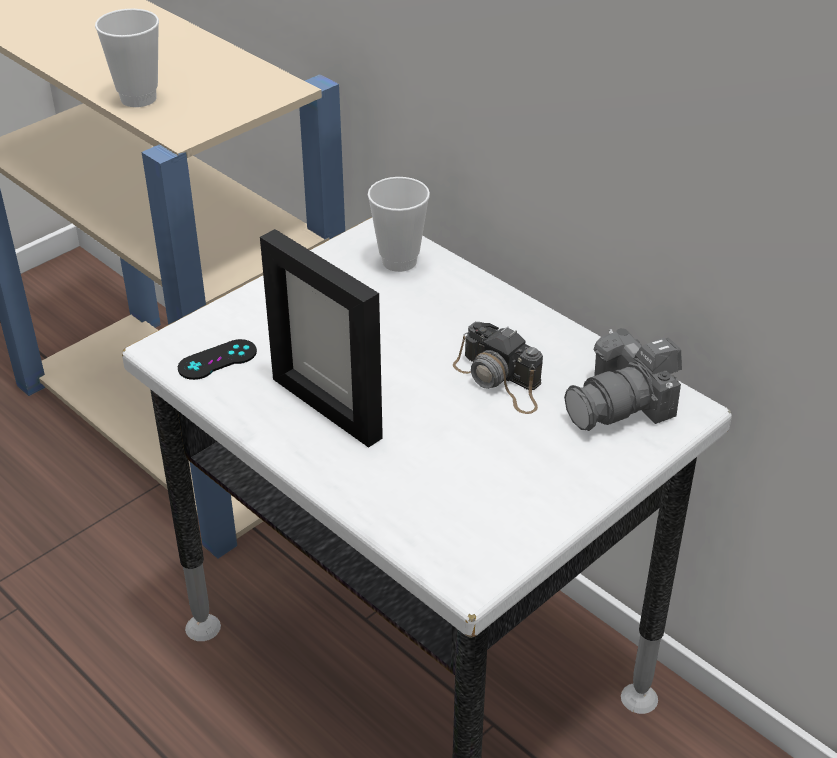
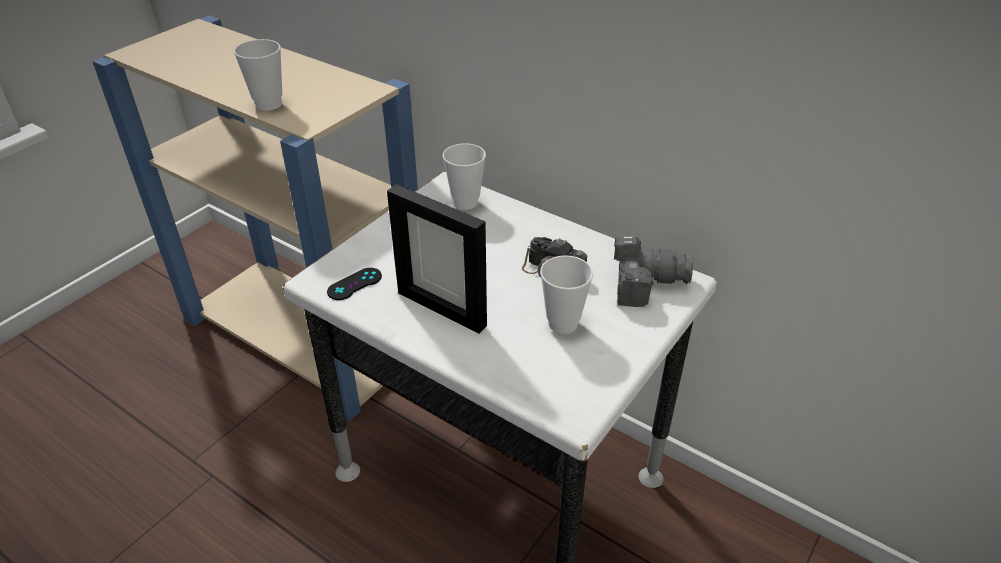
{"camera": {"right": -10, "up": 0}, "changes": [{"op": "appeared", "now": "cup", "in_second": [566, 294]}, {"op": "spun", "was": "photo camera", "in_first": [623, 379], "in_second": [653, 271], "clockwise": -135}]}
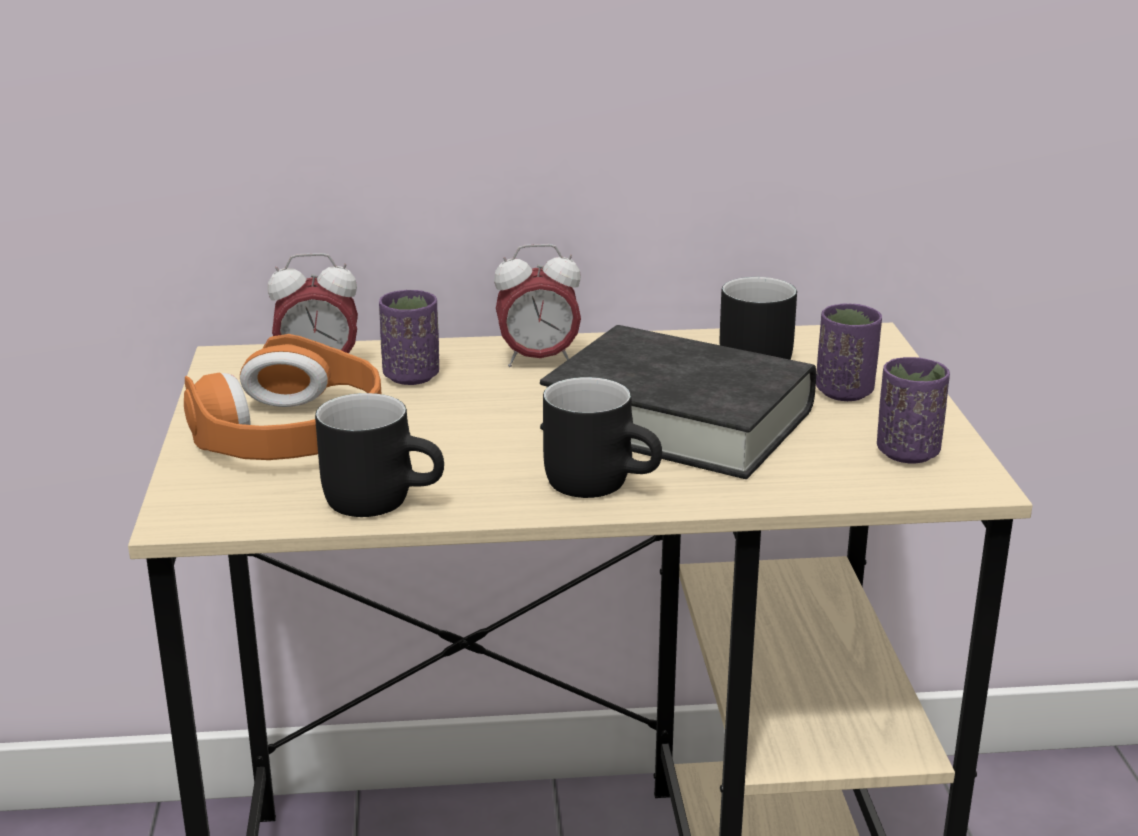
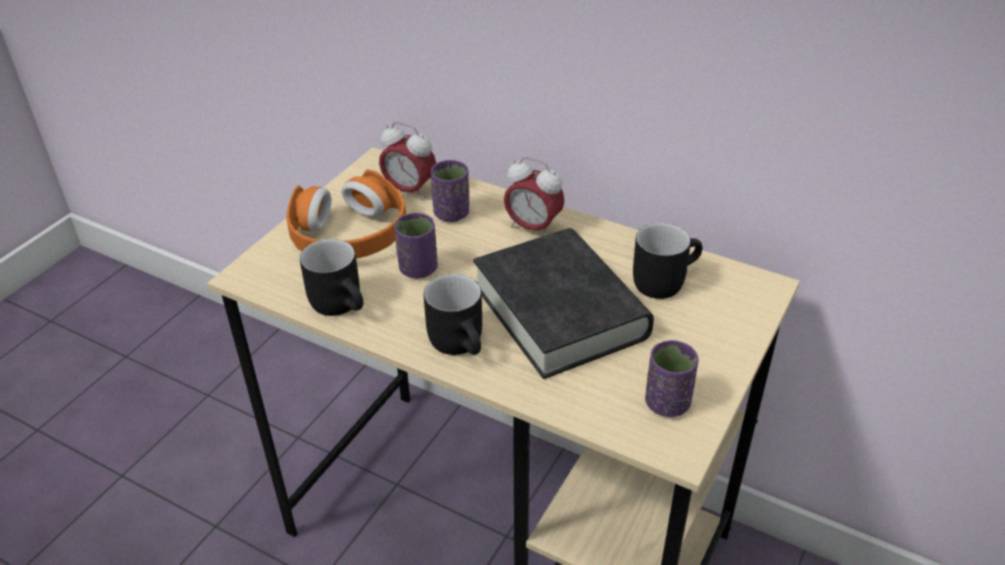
{"camera": {"right": 35, "up": 15}, "changes": [{"op": "relocated", "was": "cup/purple", "in_first": [849, 352], "in_second": [416, 245]}]}
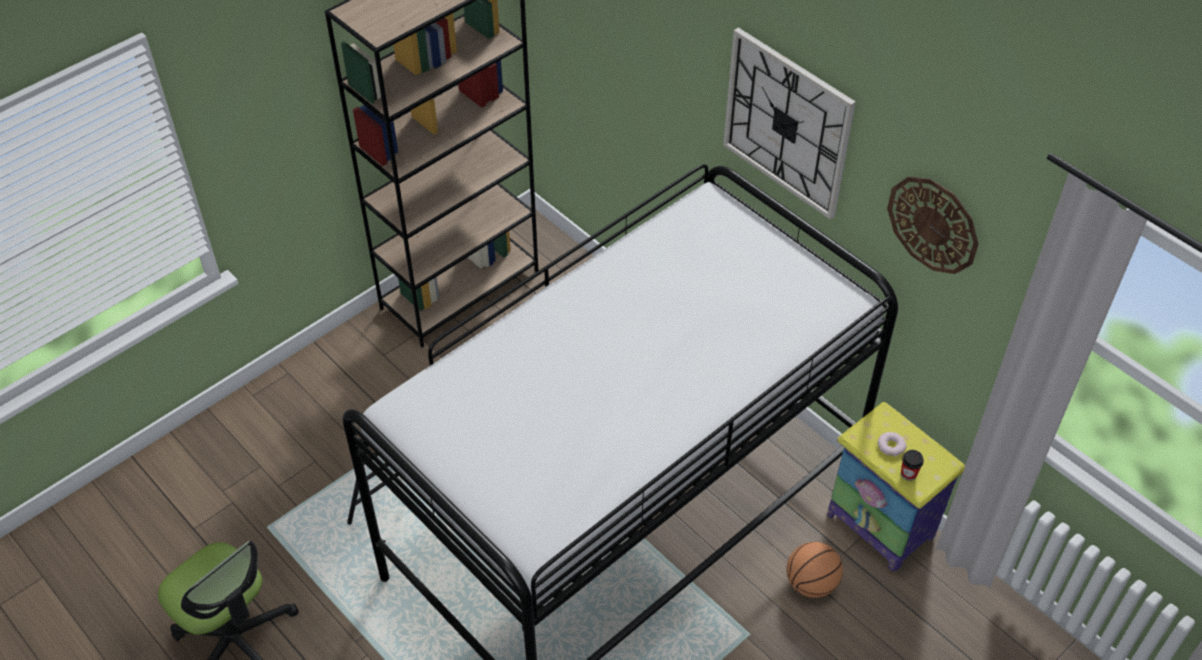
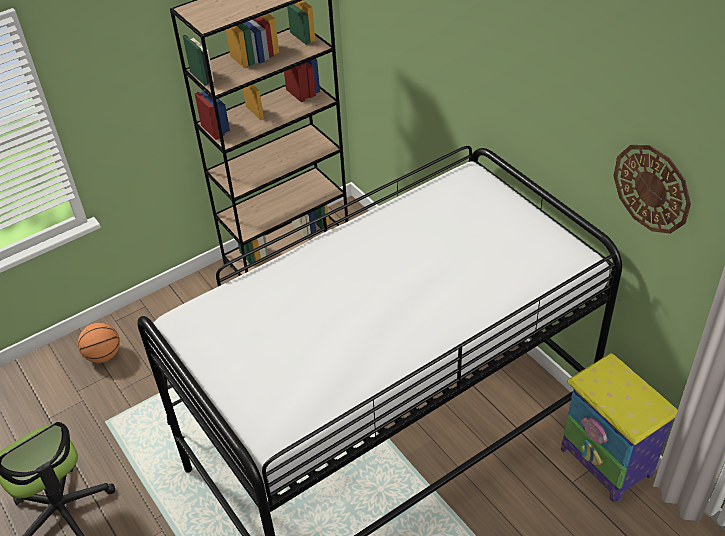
{"camera": {"right": 10, "up": -5}, "changes": [{"op": "missing", "was": "wall clock", "in_first": [789, 123]}, {"op": "missing", "was": "donut", "in_first": [891, 444]}, {"op": "missing", "was": "cup", "in_first": [912, 465]}, {"op": "relocated", "was": "basketball", "in_first": [815, 570], "in_second": [99, 343]}]}
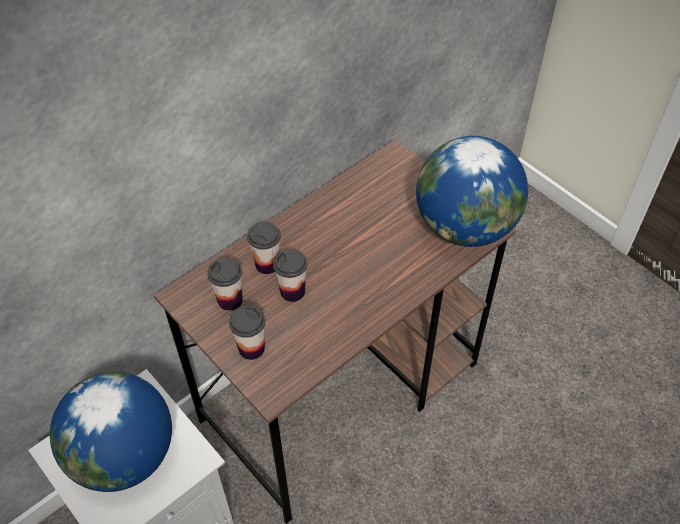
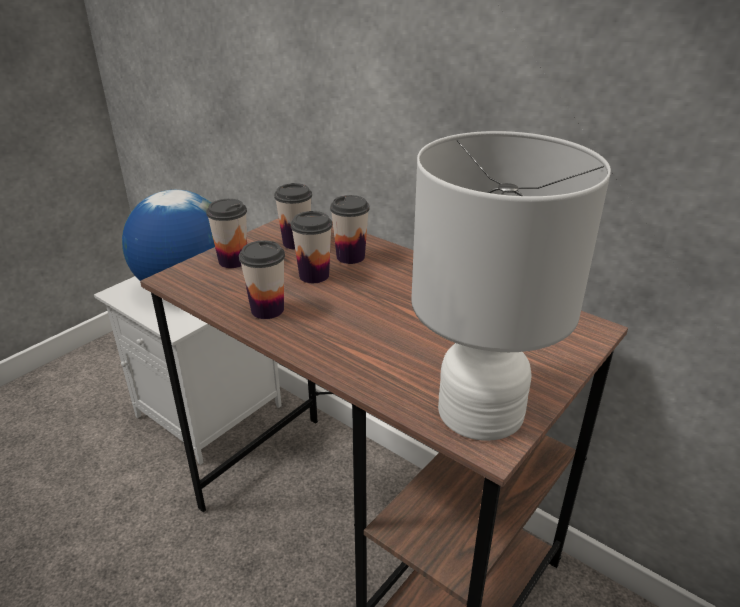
{"camera": {"right": 80, "up": -20}, "changes": [{"op": "appeared", "now": "cup", "in_second": [262, 279]}, {"op": "exchanged", "was": "globe", "now": "table lamp/grey", "in_first": [472, 191], "in_second": [511, 286]}]}
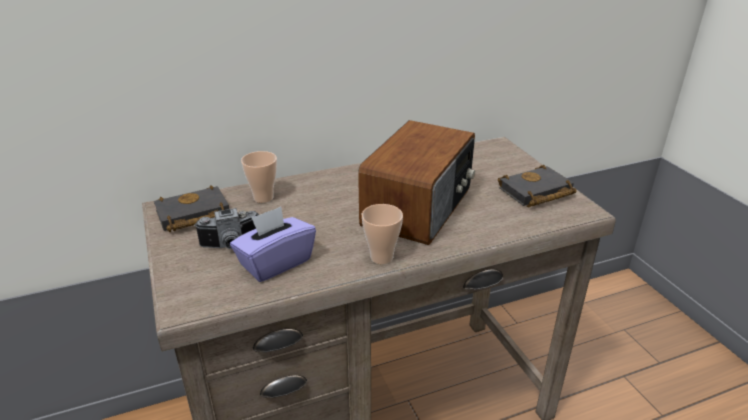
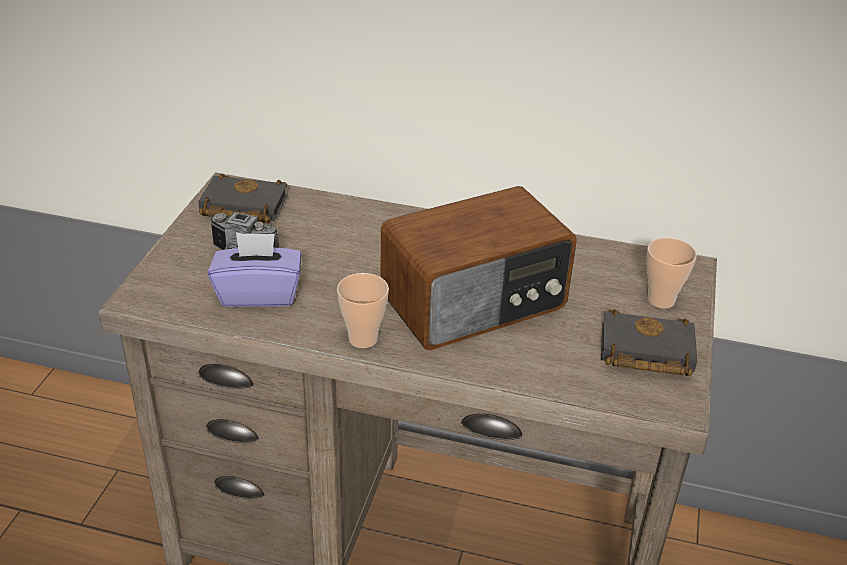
{"camera": {"right": 35, "up": 5}, "changes": [{"op": "relocated", "was": "cup", "in_first": [259, 177], "in_second": [671, 273]}]}
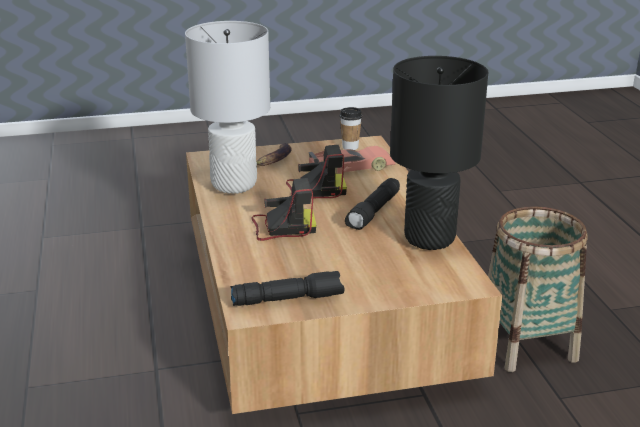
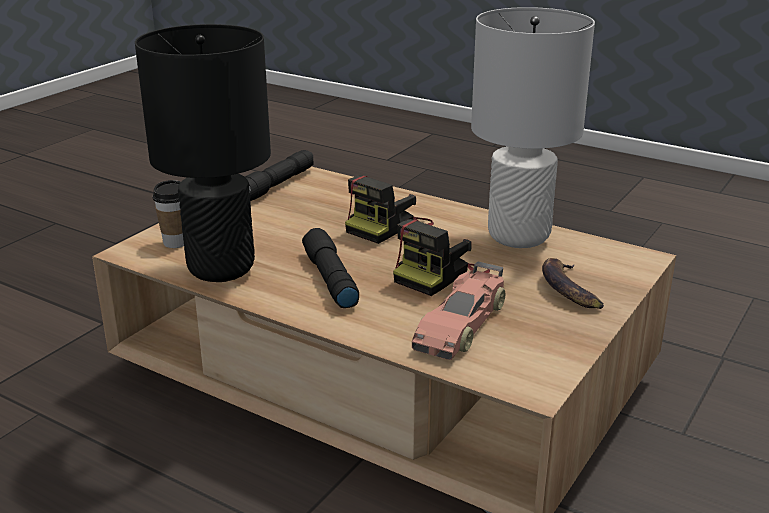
{"camera": {"right": 135, "up": 0}, "changes": [{"op": "missing", "was": "basket", "in_first": [538, 289]}, {"op": "relocated", "was": "cup", "in_first": [351, 128], "in_second": [168, 214]}]}
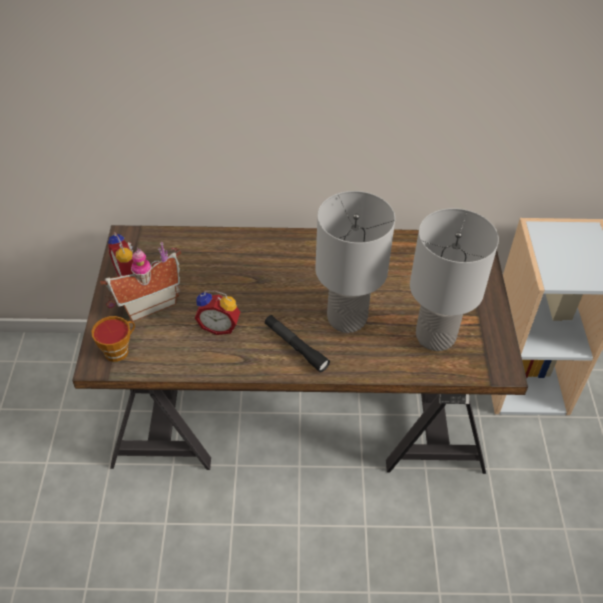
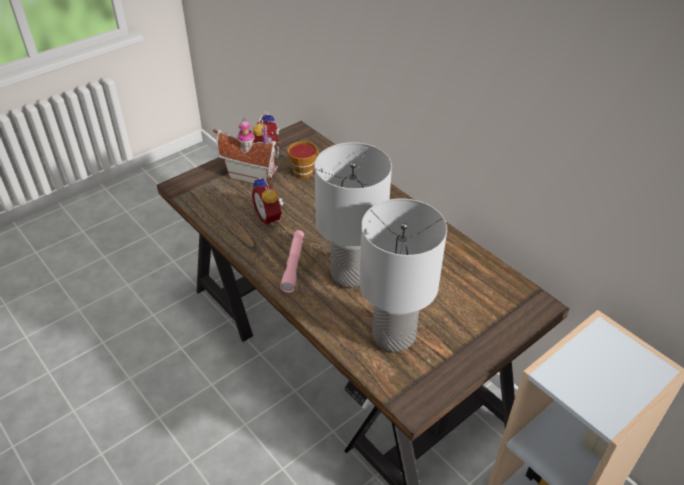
{"camera": {"right": 50, "up": -5}, "changes": [{"op": "relocated", "was": "cup", "in_first": [113, 339], "in_second": [303, 160]}, {"op": "colour", "was": "flashlight/black", "now": "flashlight/pink", "in_first": [297, 343], "in_second": [292, 261]}]}
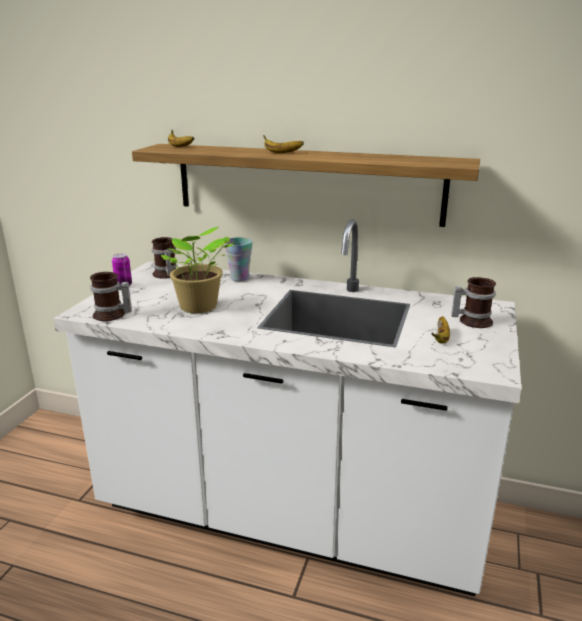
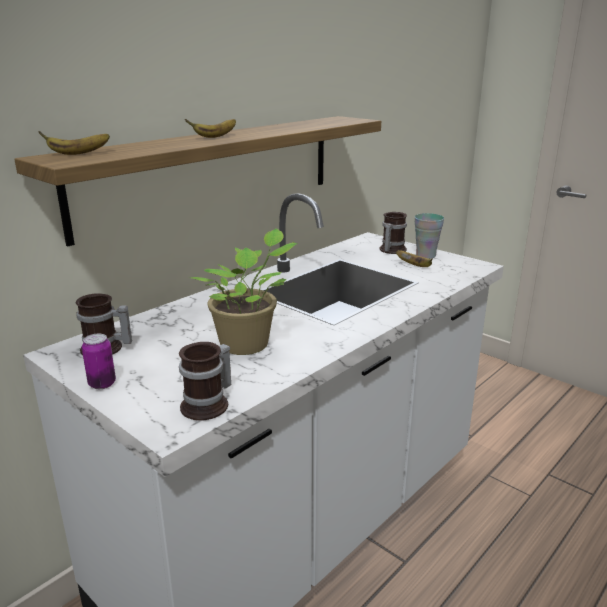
{"camera": {"right": -65, "up": 0}, "changes": [{"op": "relocated", "was": "cup", "in_first": [238, 259], "in_second": [429, 236]}]}
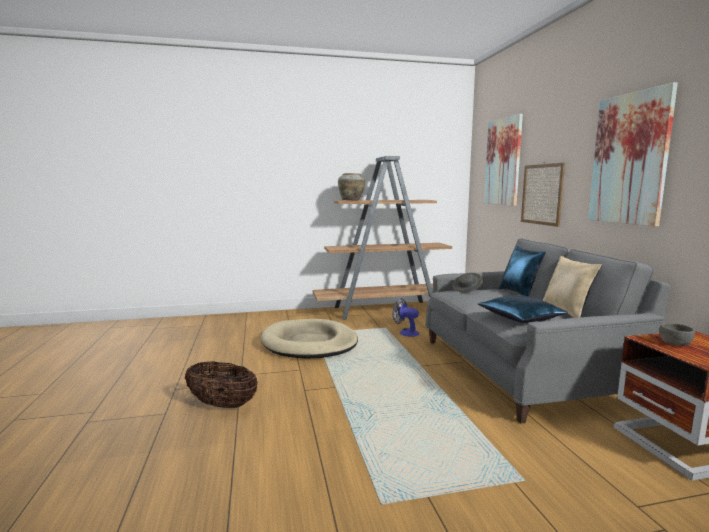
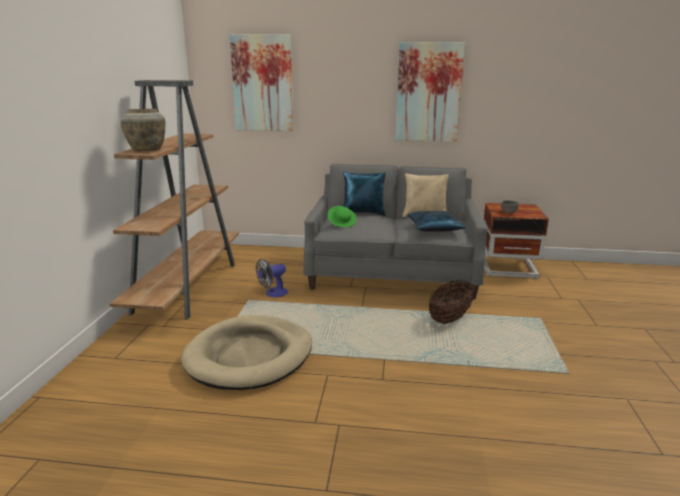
{"camera": {"right": -70, "up": 10}, "changes": [{"op": "missing", "was": "picture", "in_first": [543, 194]}, {"op": "relocated", "was": "basket", "in_first": [221, 384], "in_second": [451, 302]}, {"op": "colour", "was": "hat/grey", "now": "hat/green", "in_first": [467, 283], "in_second": [342, 217]}]}
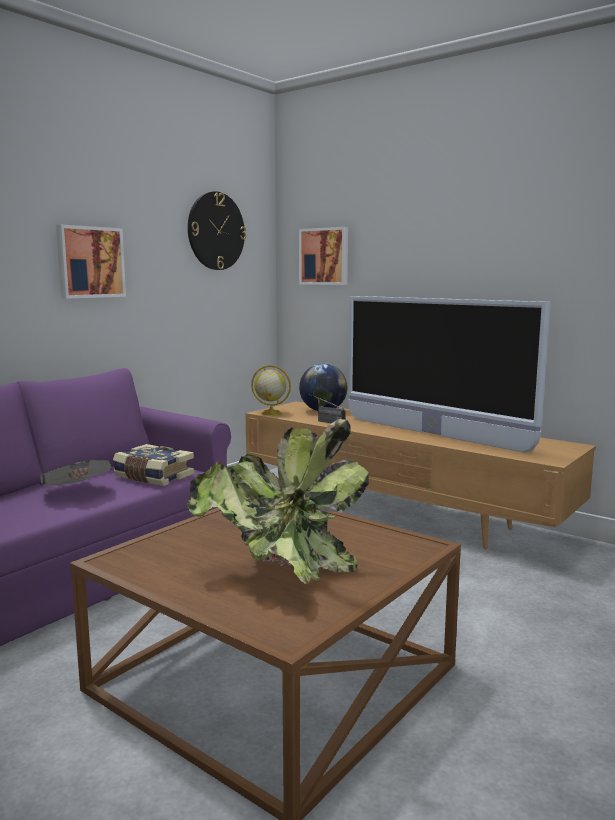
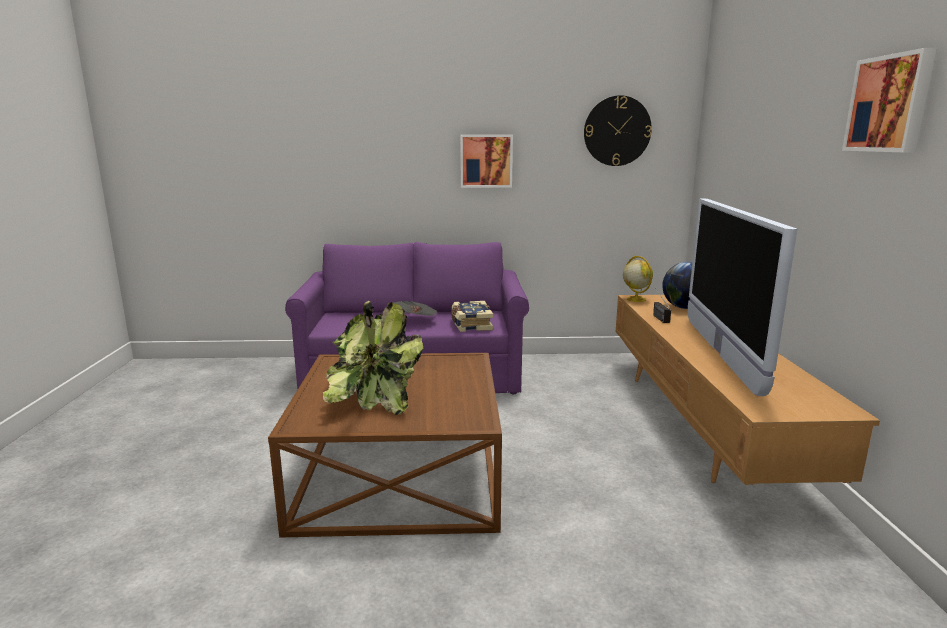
{"camera": {"right": 50, "up": 5}, "changes": [{"op": "relocated", "was": "picture", "in_first": [323, 256], "in_second": [889, 100]}]}
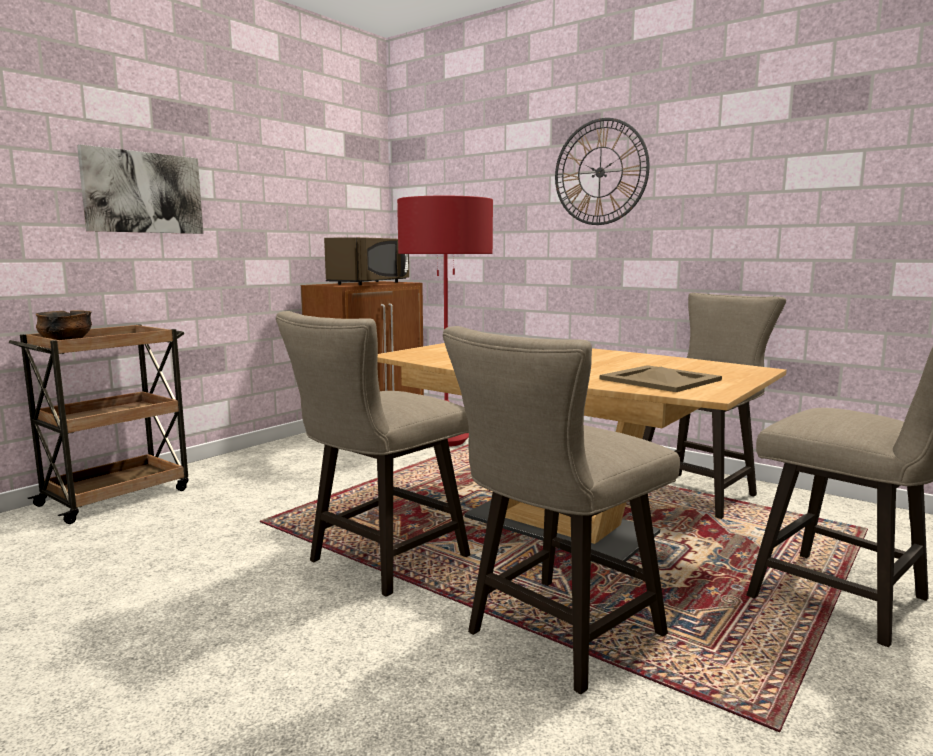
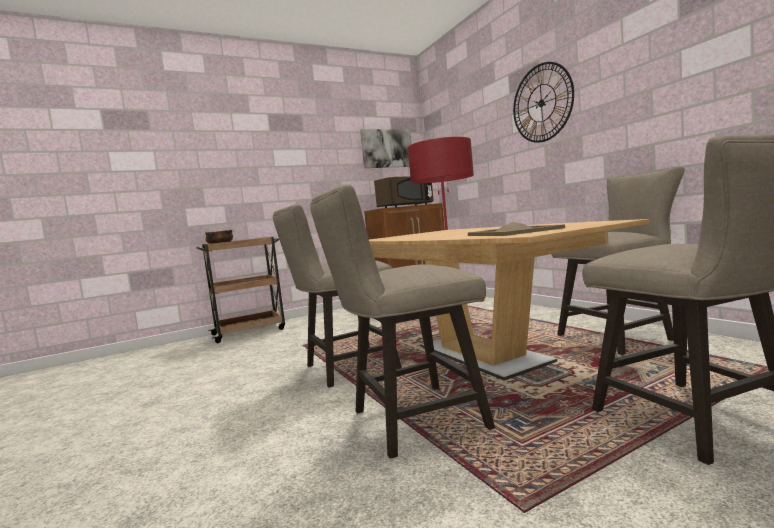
{"camera": {"right": 25, "up": -5}, "changes": [{"op": "relocated", "was": "picture", "in_first": [140, 189], "in_second": [386, 148]}]}
